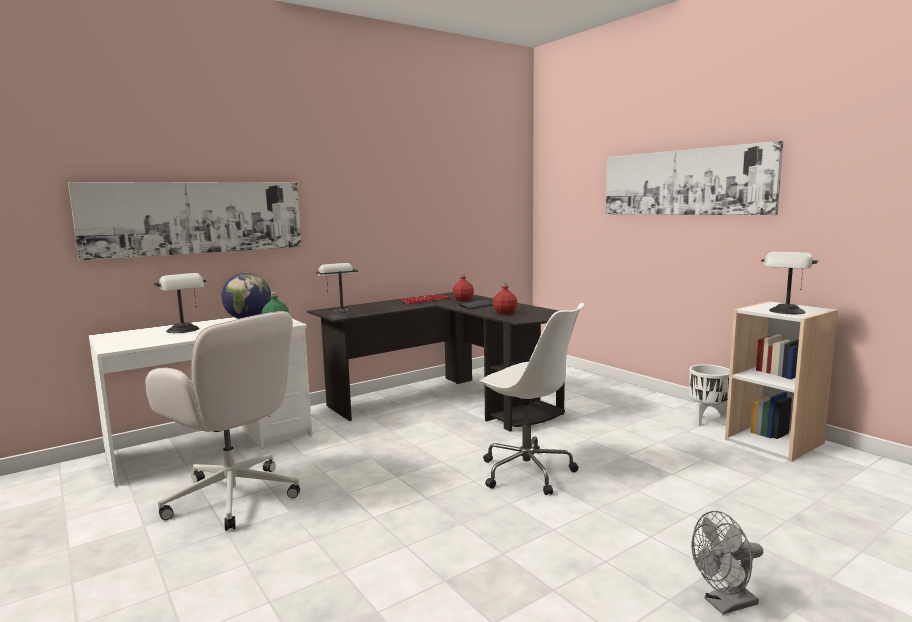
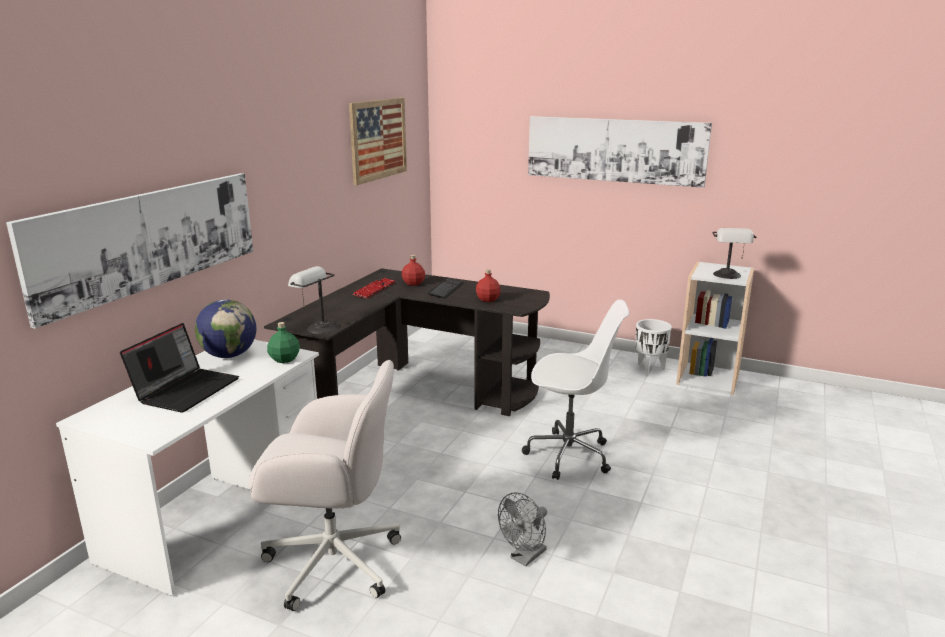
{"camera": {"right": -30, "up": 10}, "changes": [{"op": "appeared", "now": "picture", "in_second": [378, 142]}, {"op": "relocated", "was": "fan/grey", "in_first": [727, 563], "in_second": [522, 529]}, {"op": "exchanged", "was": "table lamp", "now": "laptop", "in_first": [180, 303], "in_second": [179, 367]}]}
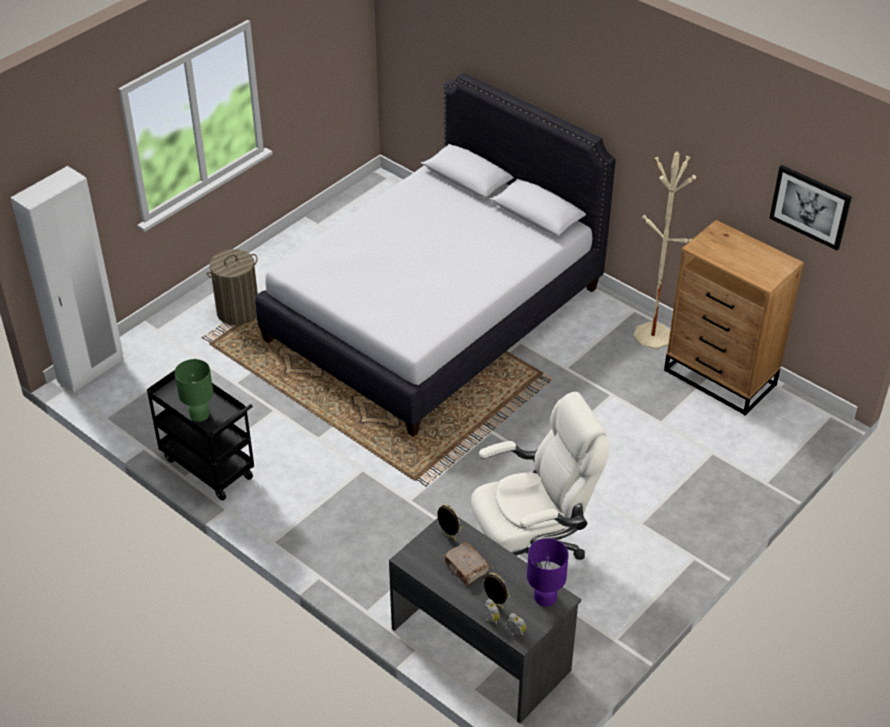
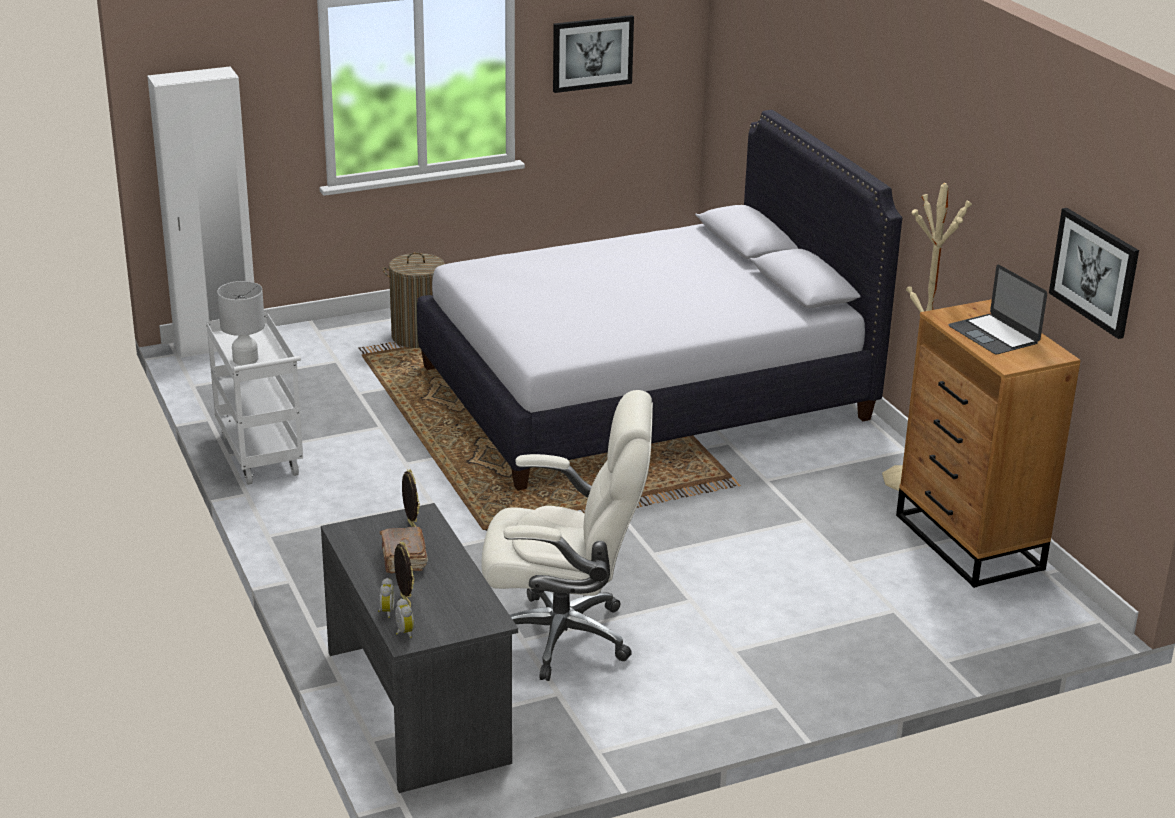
{"camera": {"right": 25, "up": -15}, "changes": [{"op": "missing", "was": "table lamp/purple", "in_first": [548, 572]}, {"op": "appeared", "now": "picture", "in_second": [593, 54]}, {"op": "appeared", "now": "laptop", "in_second": [998, 309]}, {"op": "colour", "was": "cart/black", "now": "cart/white", "in_first": [200, 435], "in_second": [254, 398]}, {"op": "colour", "was": "table lamp/green", "now": "table lamp/grey", "in_first": [193, 390], "in_second": [241, 323]}]}
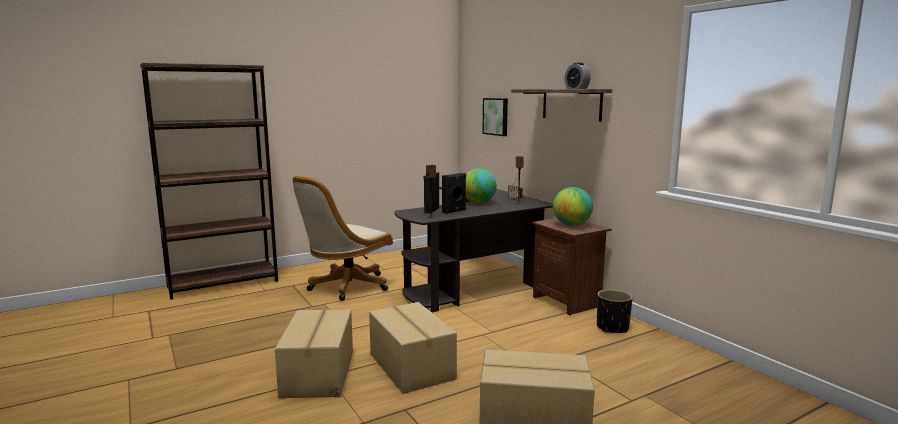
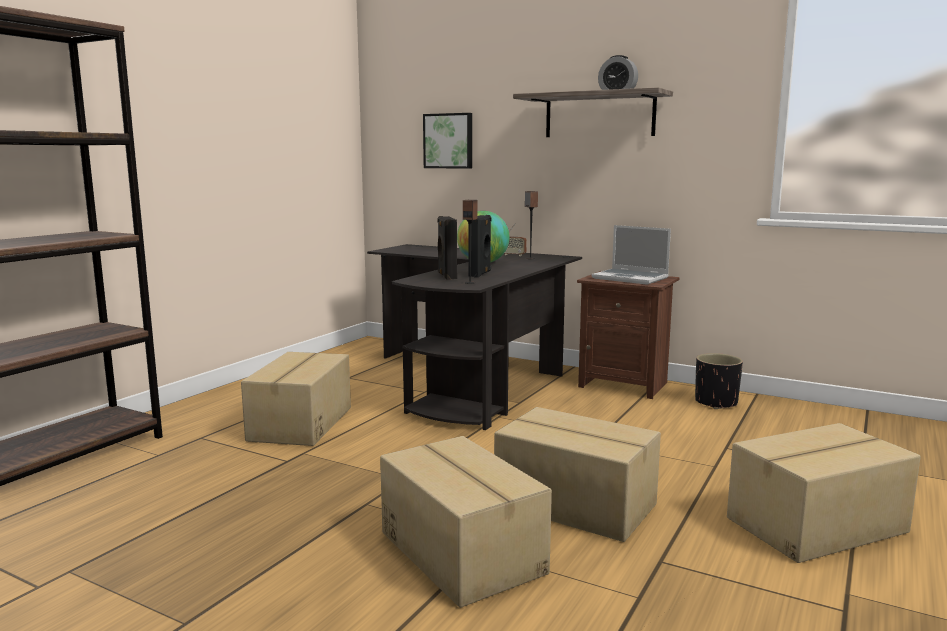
{"camera": {"right": -30, "up": 0}, "changes": [{"op": "exchanged", "was": "office chair", "now": "cardboard box", "in_first": [343, 238], "in_second": [296, 399]}, {"op": "exchanged", "was": "globe", "now": "laptop", "in_first": [573, 206], "in_second": [631, 255]}]}
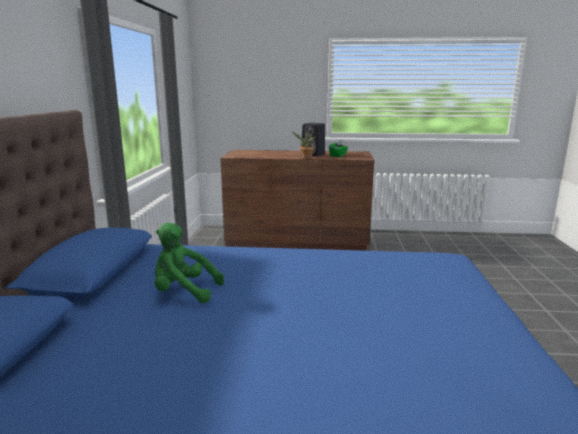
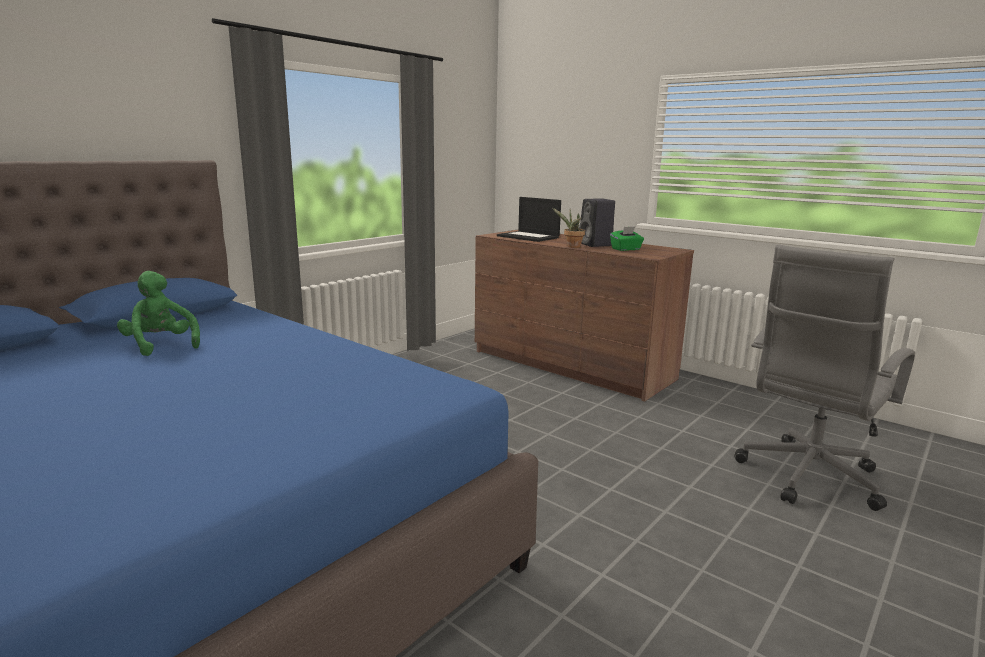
{"camera": {"right": 35, "up": 0}, "changes": [{"op": "appeared", "now": "laptop", "in_second": [529, 219]}, {"op": "appeared", "now": "office chair/grey", "in_second": [825, 377]}]}
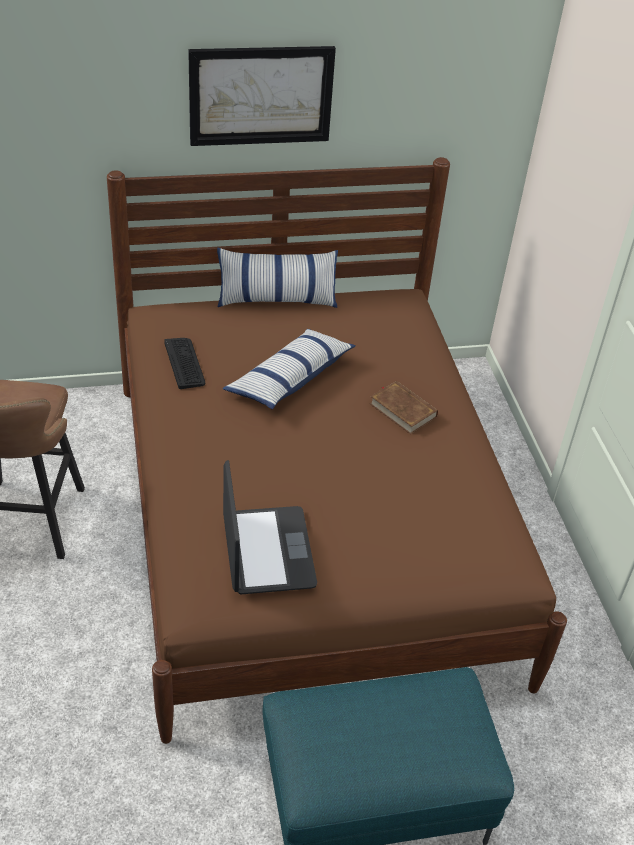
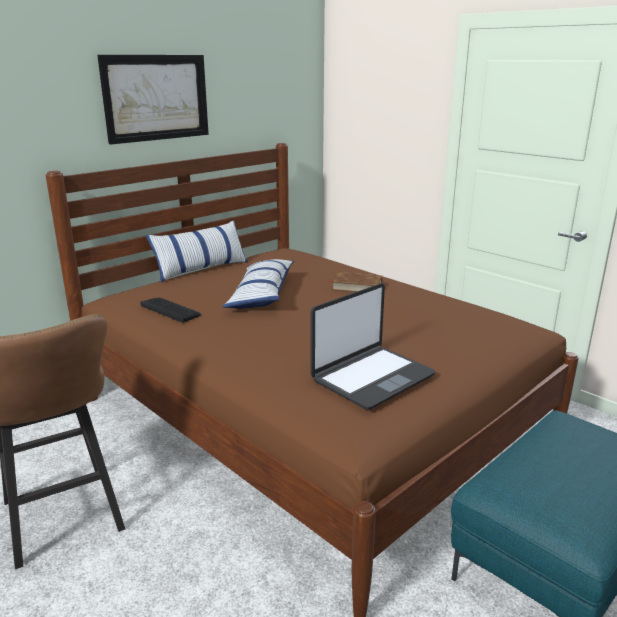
{"camera": {"right": -30, "up": -20}, "changes": [{"op": "spun", "was": "laptop", "in_first": [270, 527], "in_second": [373, 346], "clockwise": 90}]}
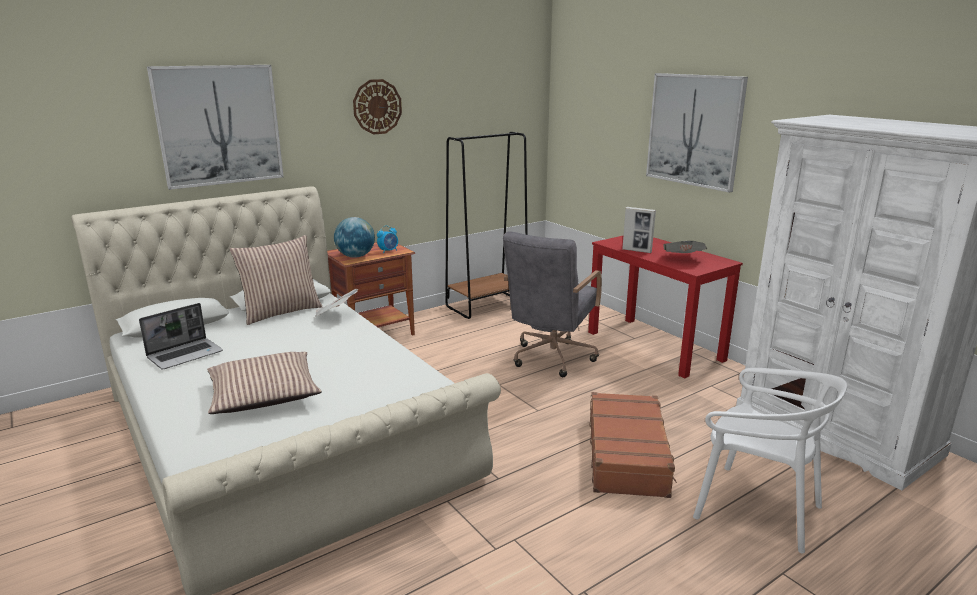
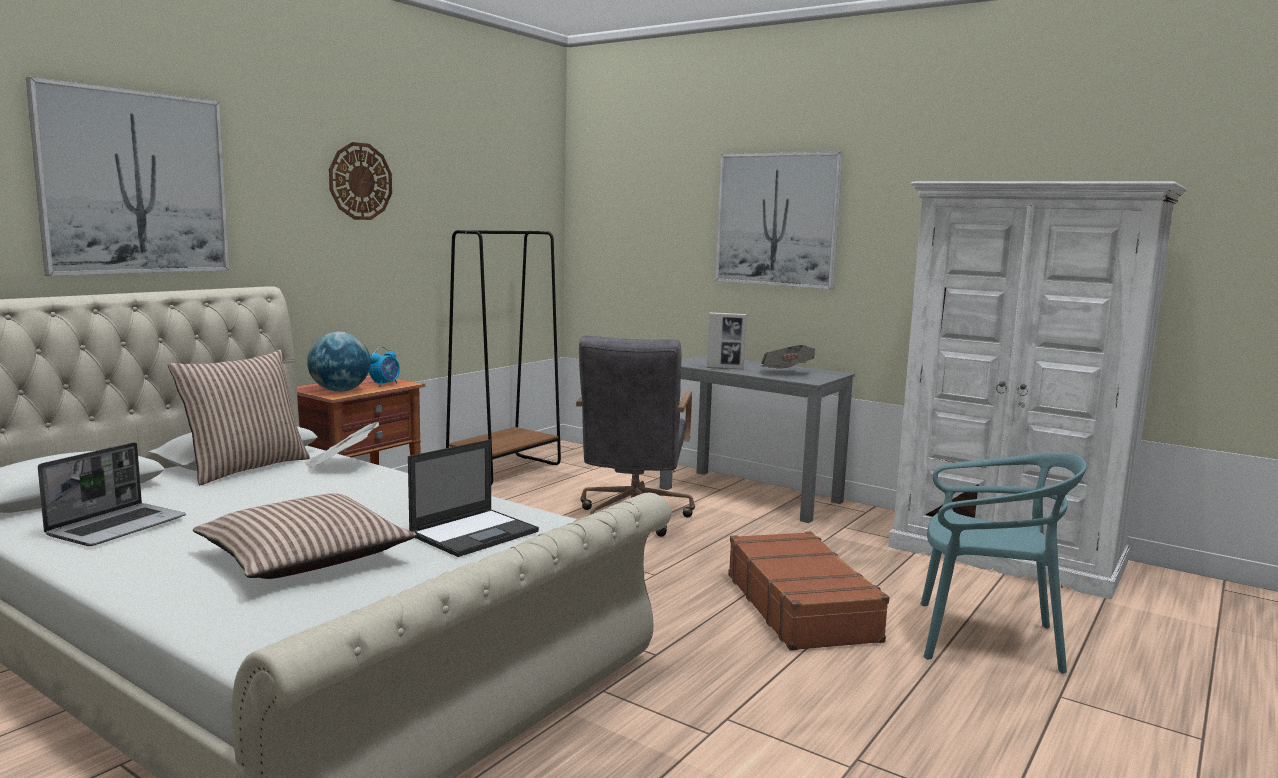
{"camera": {"right": -20, "up": -10}, "changes": [{"op": "appeared", "now": "laptop", "in_second": [473, 498]}, {"op": "colour", "was": "desk/red", "now": "desk/grey", "in_first": [665, 307], "in_second": [757, 439]}, {"op": "colour", "was": "chair/white", "now": "chair/turquoise", "in_first": [770, 460], "in_second": [1003, 563]}]}
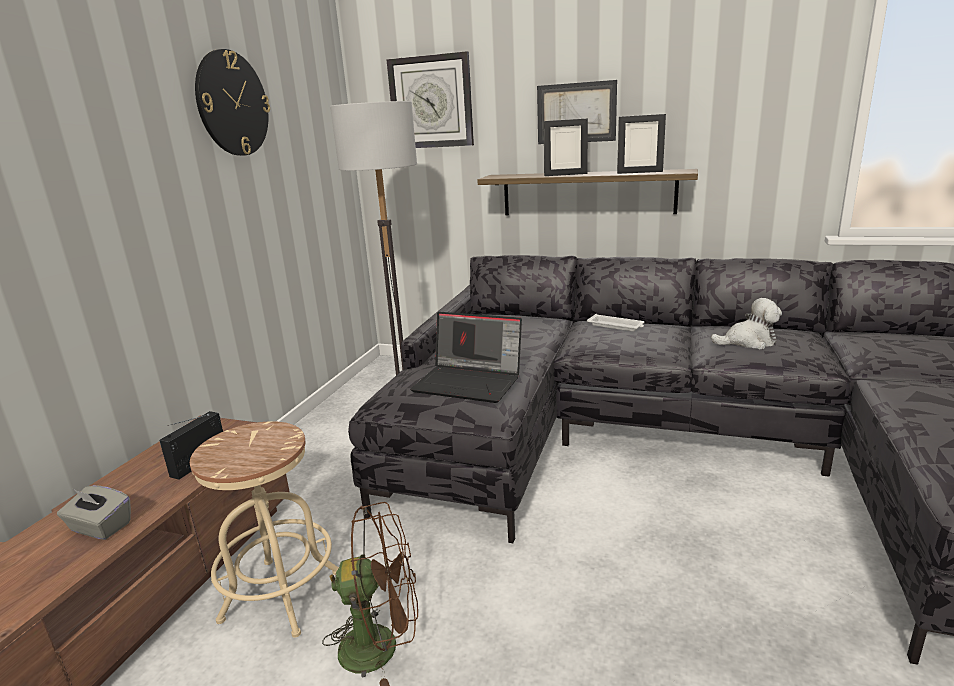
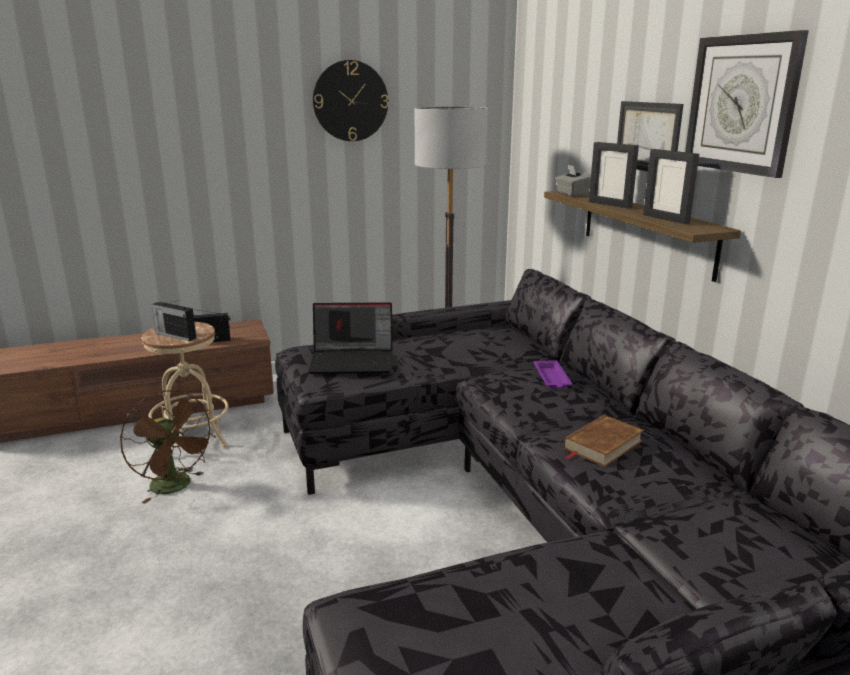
{"camera": {"right": 50, "up": 0}, "changes": [{"op": "appeared", "now": "radio", "in_second": [174, 320]}, {"op": "relocated", "was": "tissue box/grey", "in_first": [94, 512], "in_second": [573, 180]}, {"op": "relocated", "was": "wall clock", "in_first": [430, 99], "in_second": [747, 104]}, {"op": "exchanged", "was": "plush toy", "now": "book/brown", "in_first": [746, 323], "in_second": [603, 441]}, {"op": "colour", "was": "tray/white", "now": "tray/purple", "in_first": [615, 322], "in_second": [553, 374]}, {"op": "spun", "was": "laptop", "in_first": [466, 357], "in_second": [350, 338], "clockwise": -75}]}
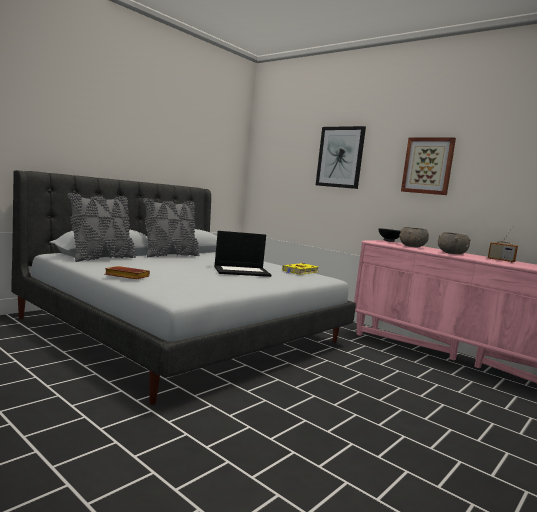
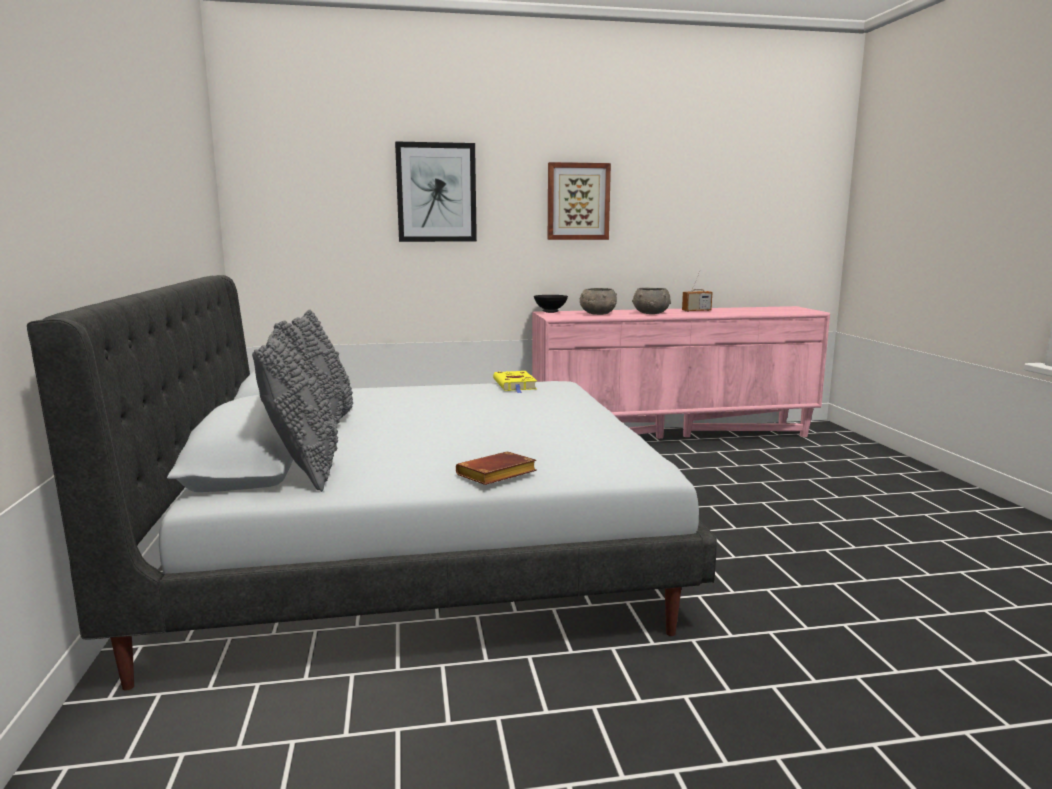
{"camera": {"right": -50, "up": 5}, "changes": [{"op": "missing", "was": "laptop", "in_first": [242, 254]}]}
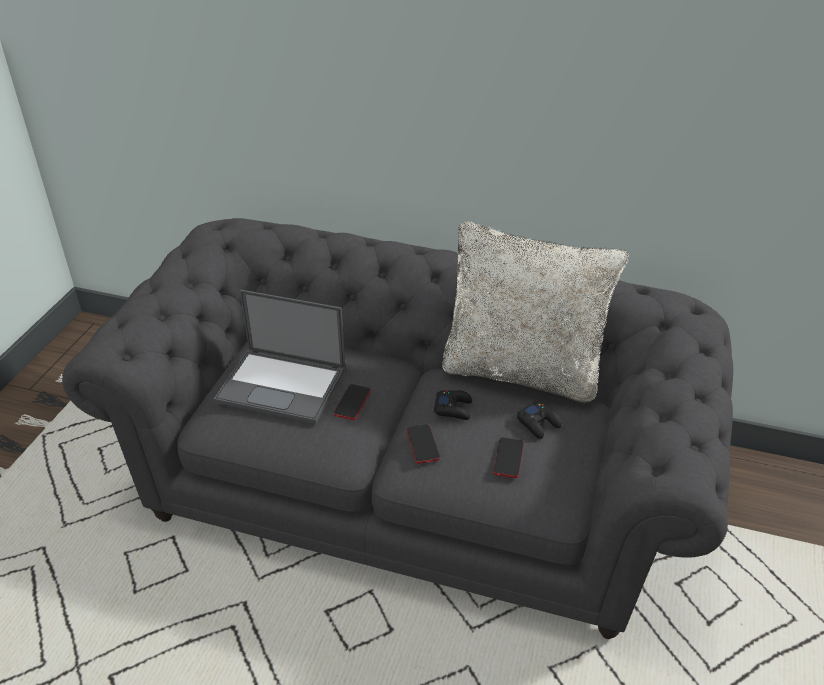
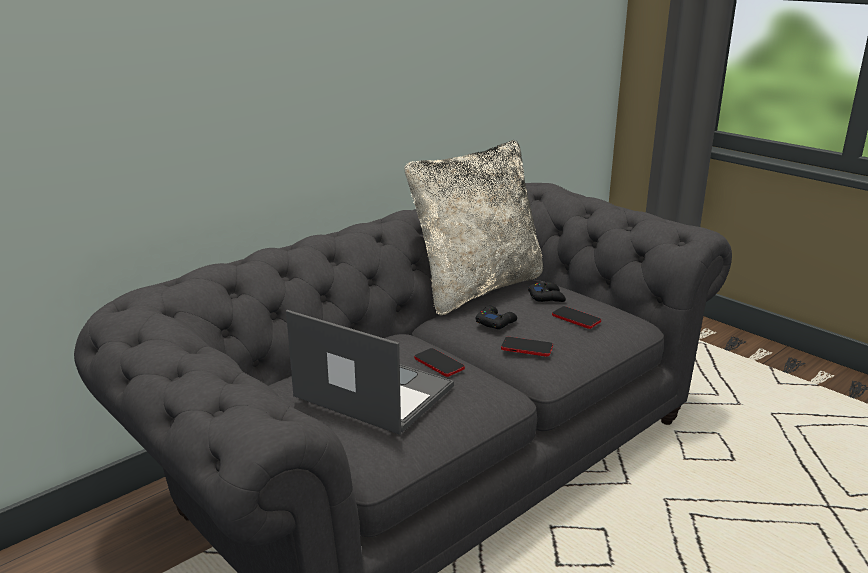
{"camera": {"right": -60, "up": -15}, "changes": [{"op": "spun", "was": "laptop", "in_first": [280, 357], "in_second": [370, 372], "clockwise": -105}]}
